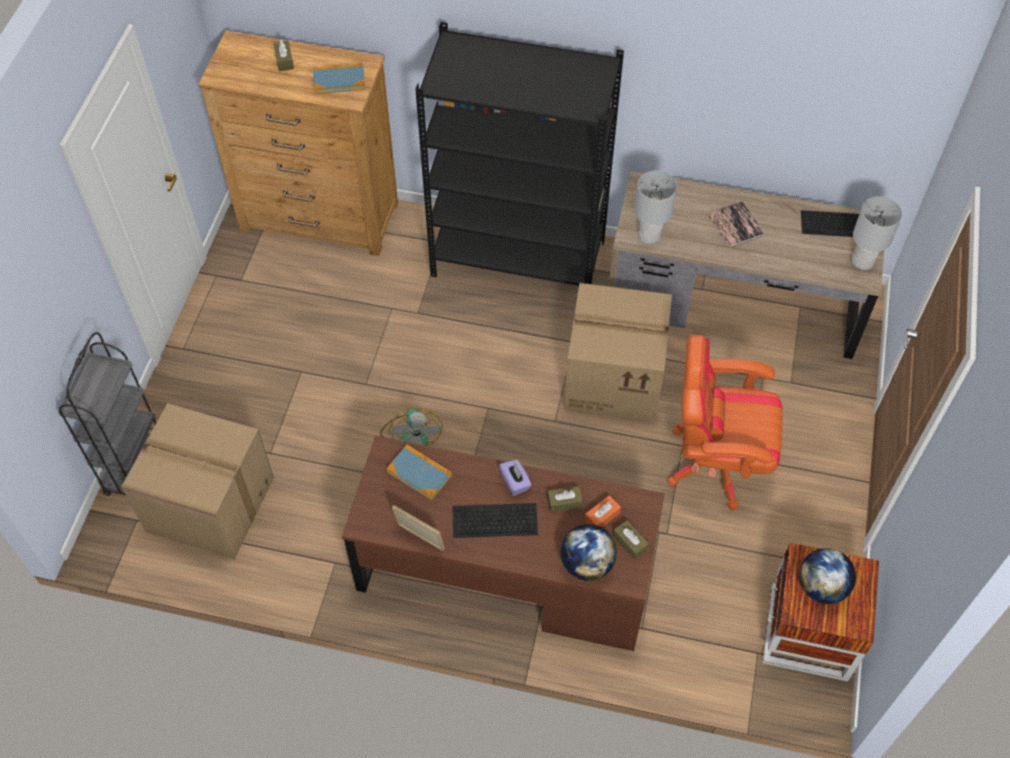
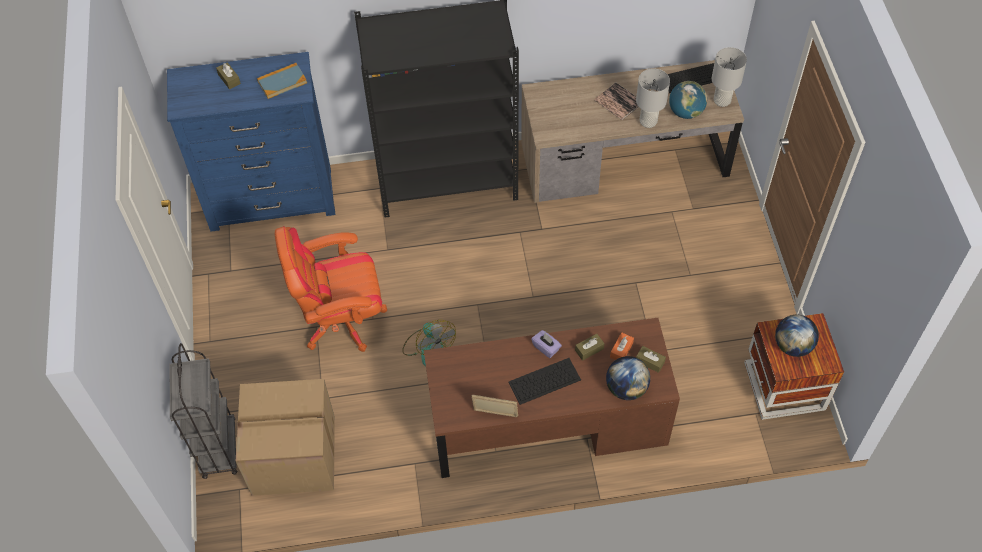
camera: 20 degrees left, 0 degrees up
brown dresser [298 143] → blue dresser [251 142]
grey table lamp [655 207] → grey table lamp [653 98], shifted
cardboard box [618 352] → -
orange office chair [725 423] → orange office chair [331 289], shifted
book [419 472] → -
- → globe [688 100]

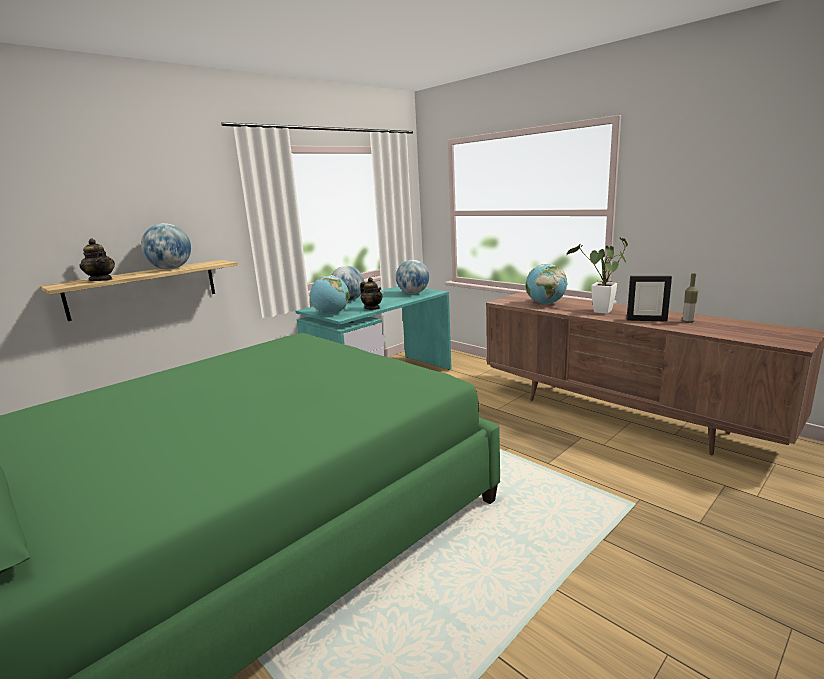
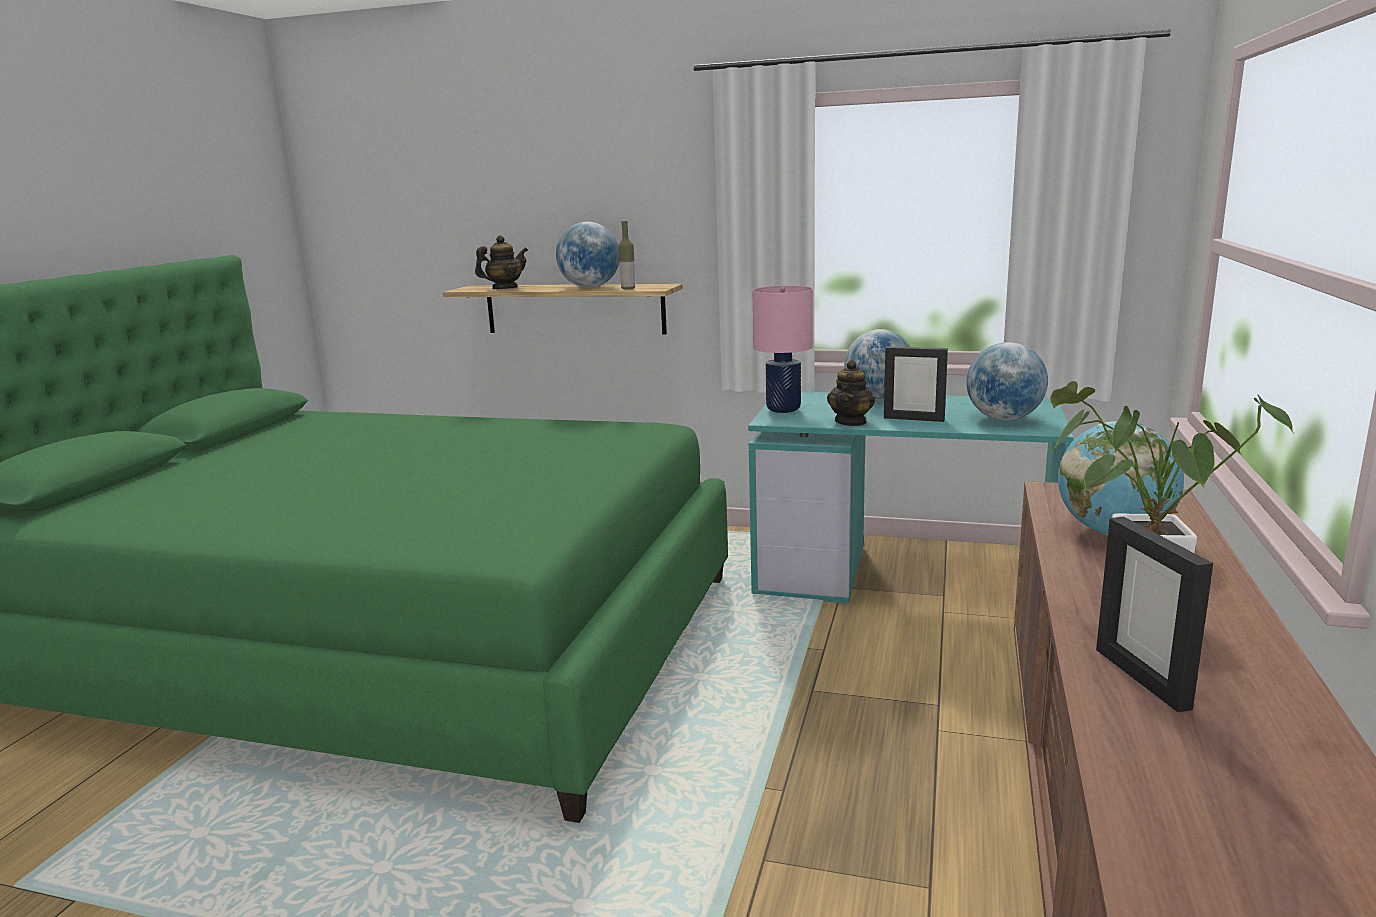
camera: 60 degrees right, 0 degrees up
teapot [97 260] → teapot [501 262], 135 degrees counterclockwise
bottle [690 298] → bottle [626 255], shifted
globe [329 295] → pink table lamp [783 349]
- → picture frame [916 384]

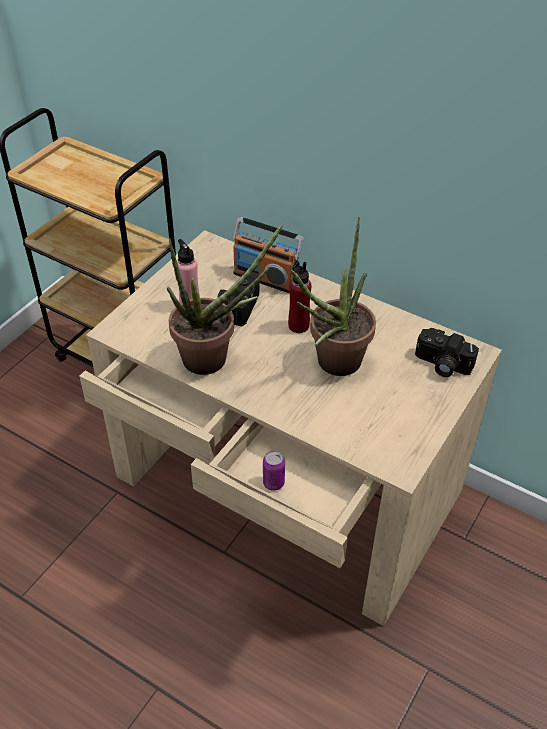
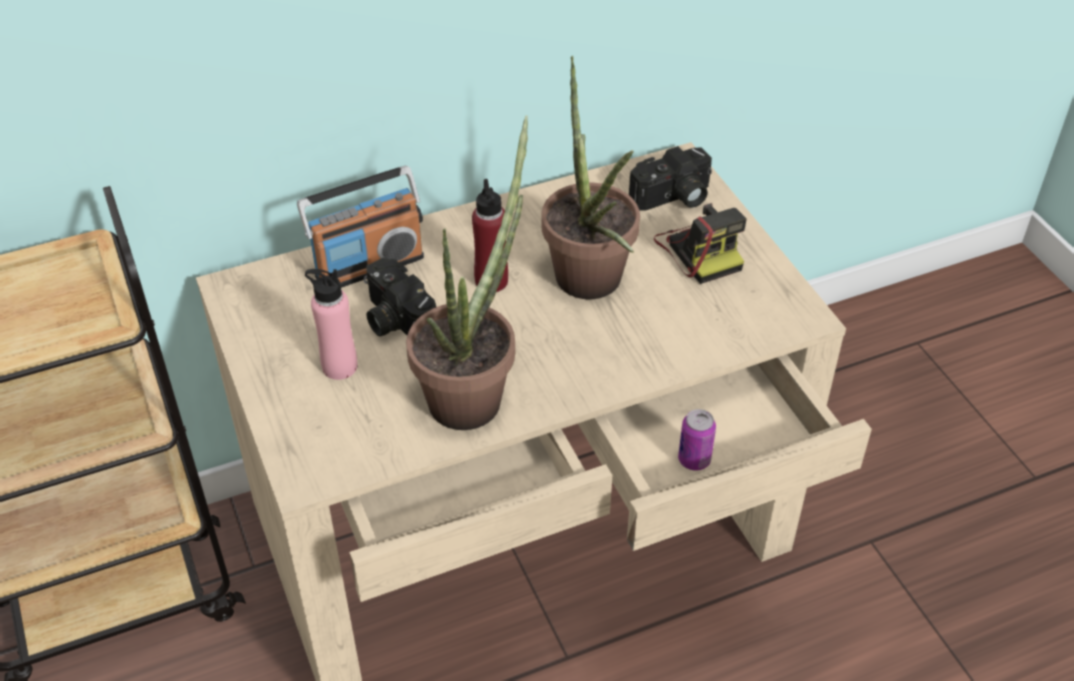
camera: 55 degrees left, 0 degrees up
- → photo camera [700 243]

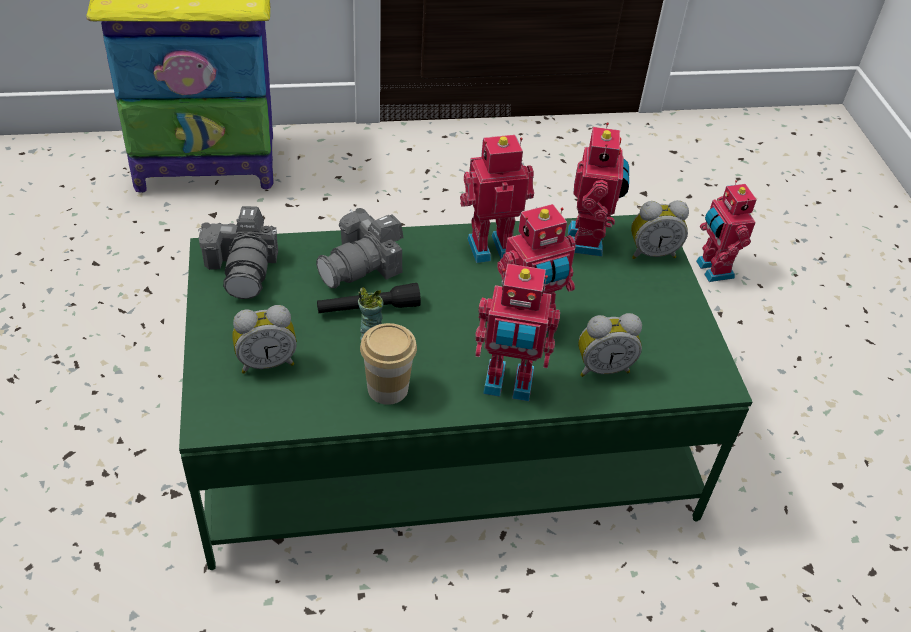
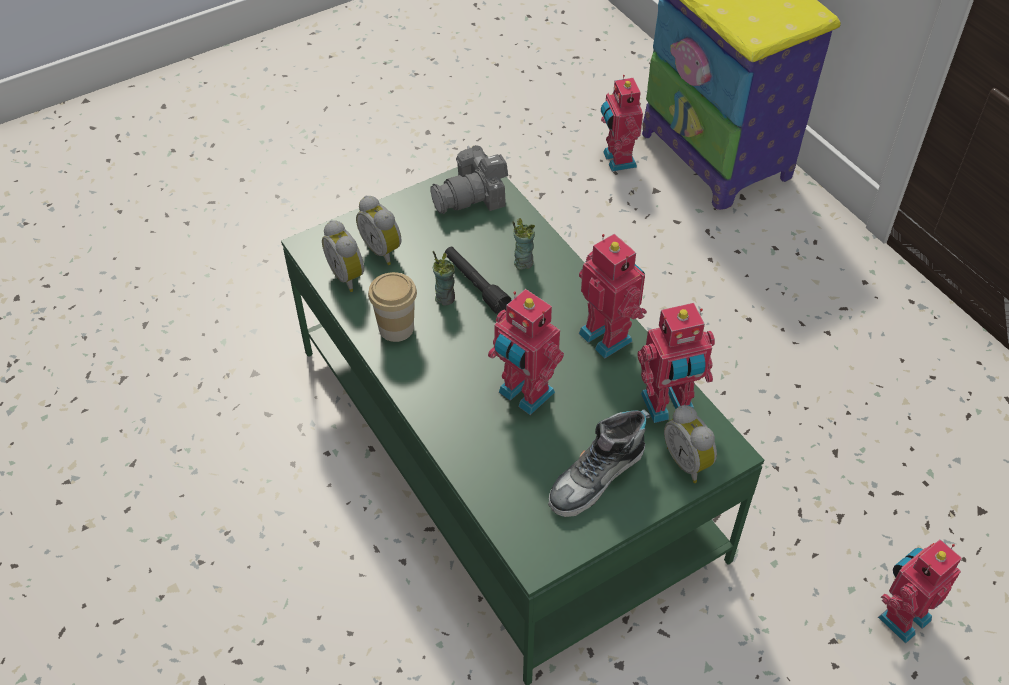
camera: 70 degrees right, 5 degrees up
photo camera [360 248] → cup [523 243]
toy robot [517 332] → toy robot [622 123], shifted
alarm clock [610 345] → alarm clock [343 256], shifted
- → shoe [599 463]

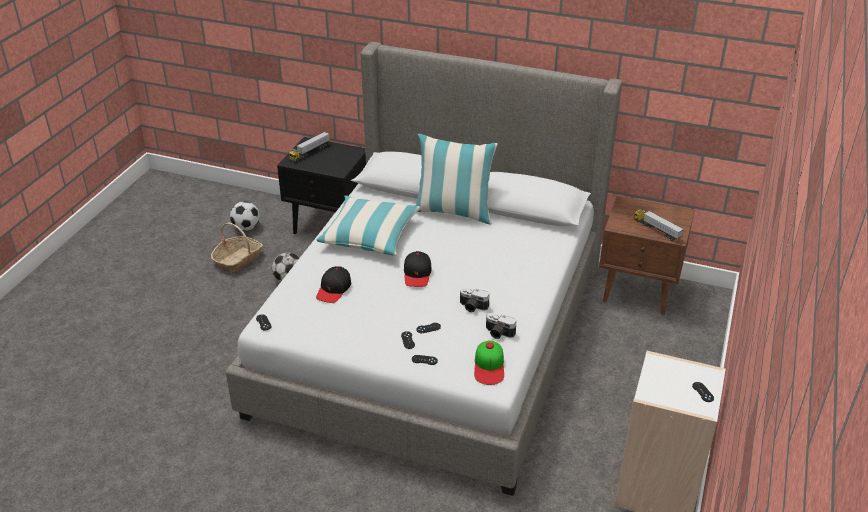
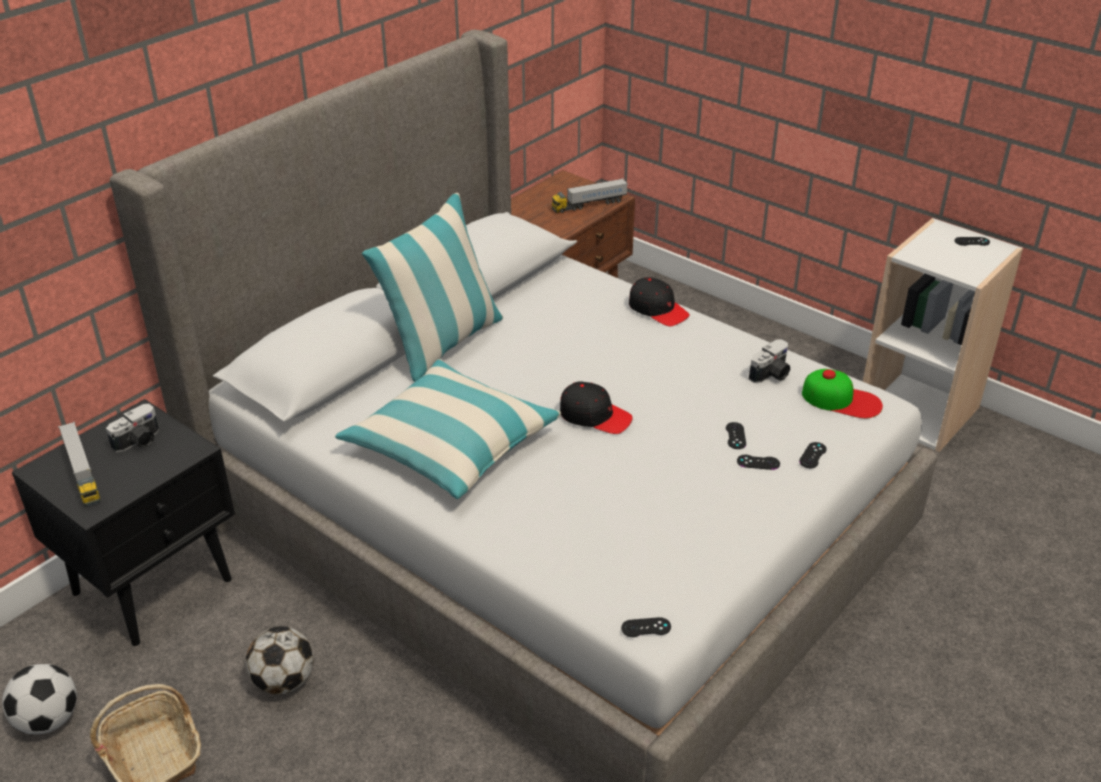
camera: 70 degrees left, 0 degrees up
black cap [333 284] → black cap [659 301], shifted
photo camera [474 300] → photo camera [132 428], shifted

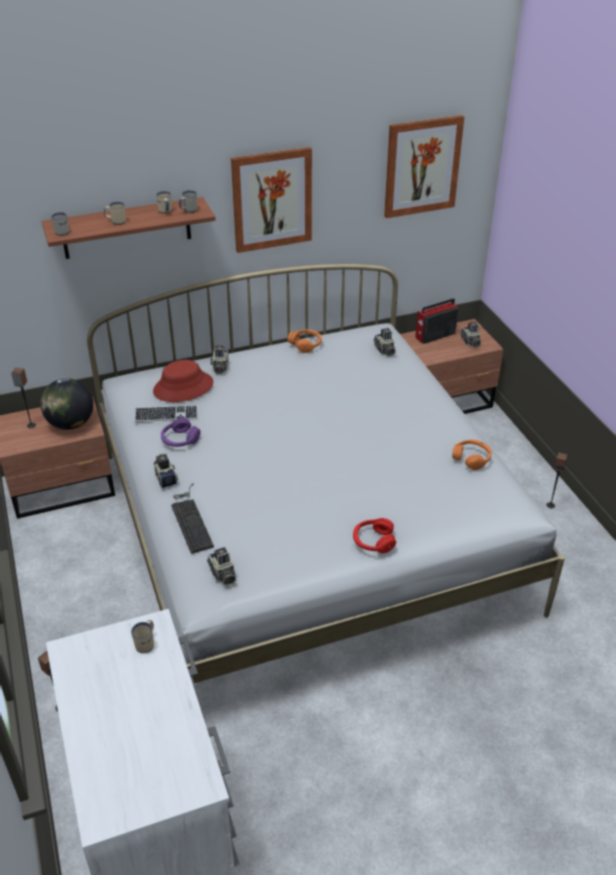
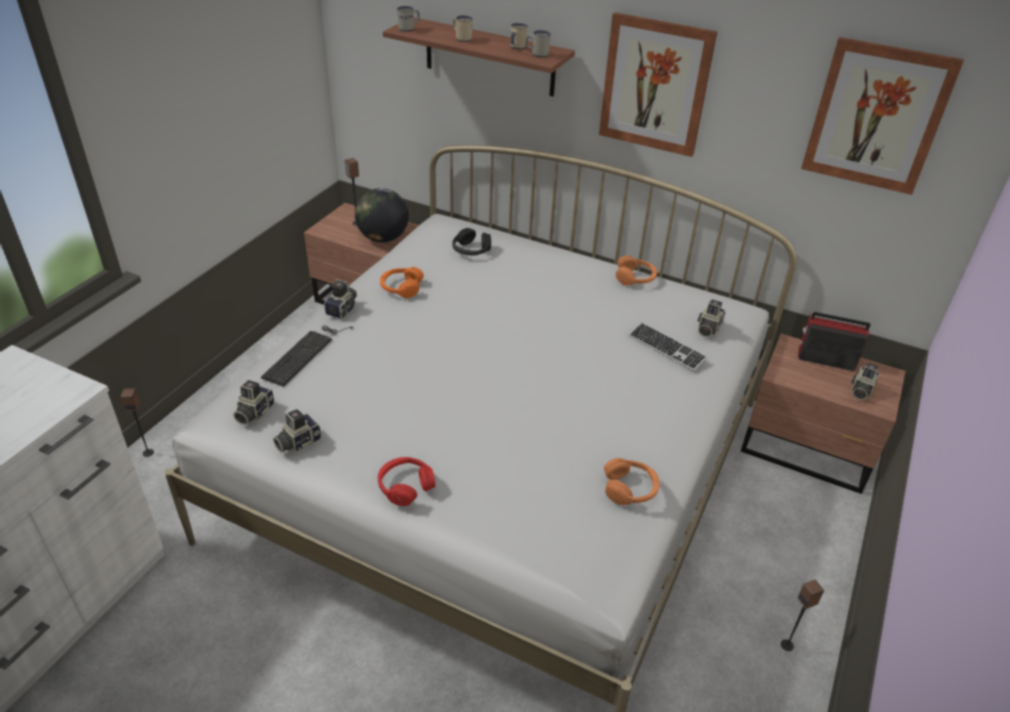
camera: 45 degrees right, 0 degrees up
photo camera [220 360] → photo camera [297 431], shifted
red hat [183 381] → black headphones [471 242]
keyboard [166 413] → keyboard [668 347], shifted
purple headphones [181 432] → orange headphones [402 282]
beige mug [142 636] → -

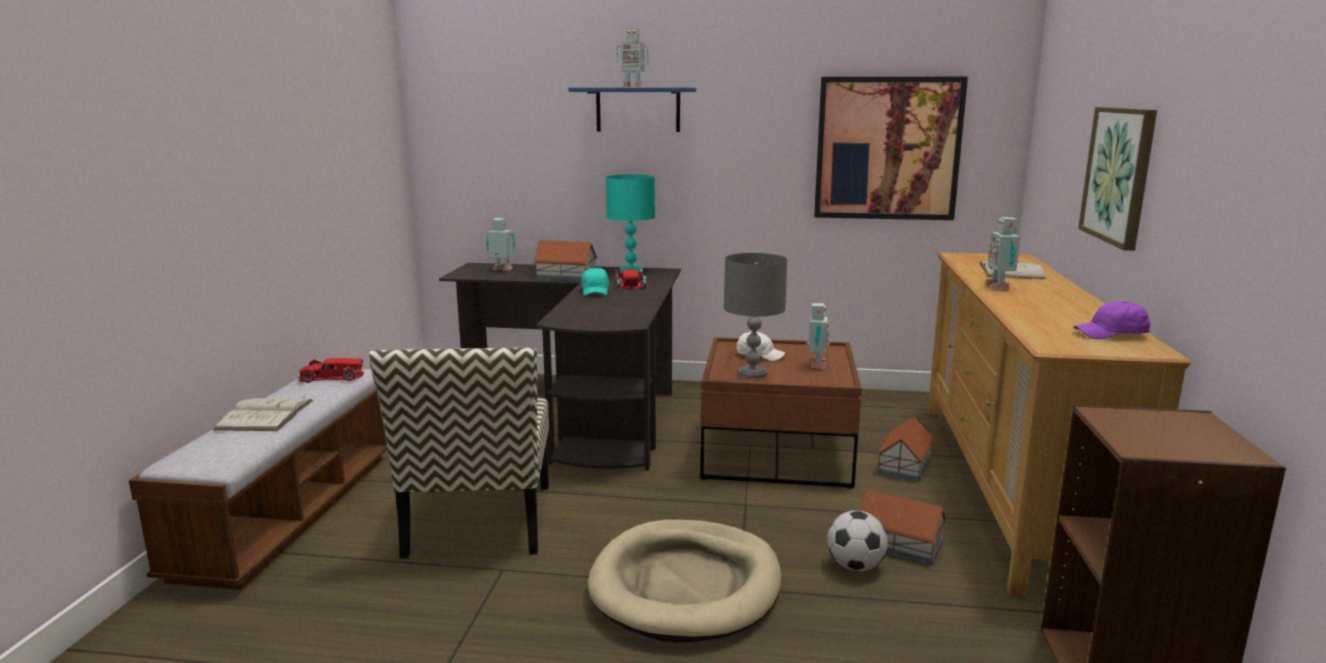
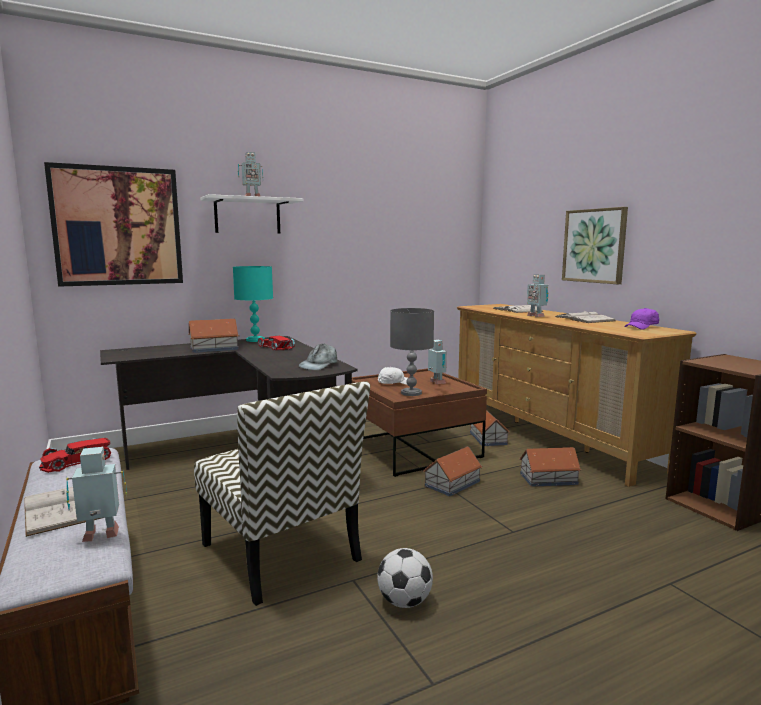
camera: 35 degrees left, 5 degrees down
picture [891 148] → picture [113 224], shifted
blue shelf [632 110] → white shelf [251 213]
toy robot [500 244] → toy robot [96 494], shifted
turquoise cap [595 281] → -
football [857 540] → football [405 578], shifted
beige dog bed [684 581] → -
- → white book [586 317]
- → grey cap [317 357]
- → toy house [452 471]

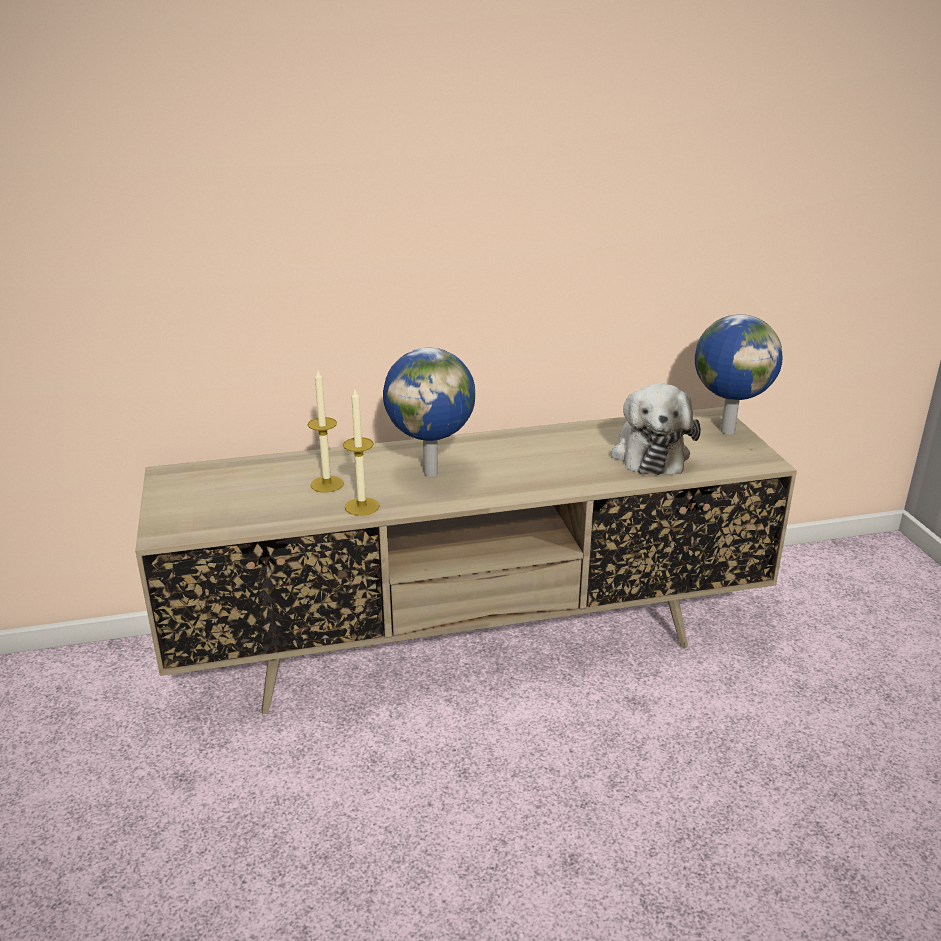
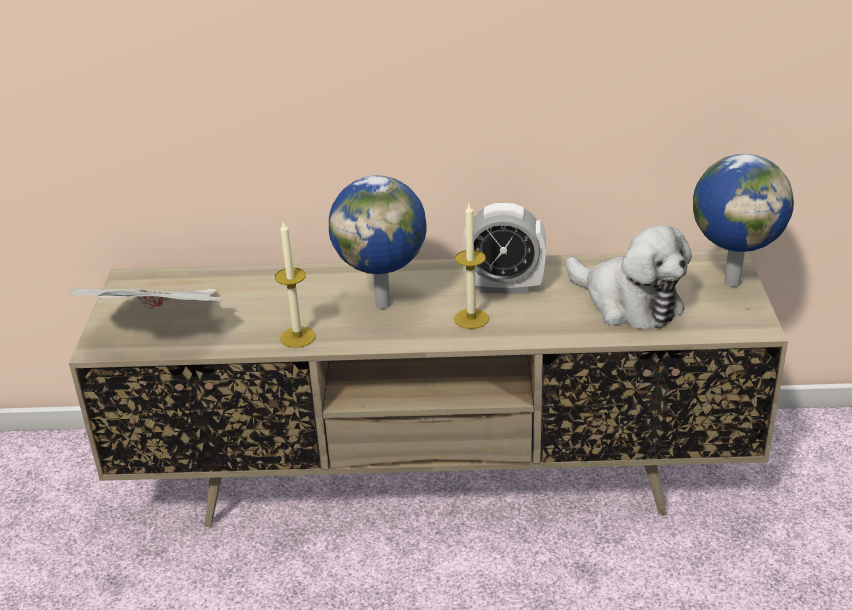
camera: 15 degrees right, 5 degrees up
candle [326 431] → candle [471 266], shifted
plush toy [656 429] → plush toy [629 277], 60 degrees counterclockwise
- → alarm clock [503 248]
- → newspaper [146 298]

